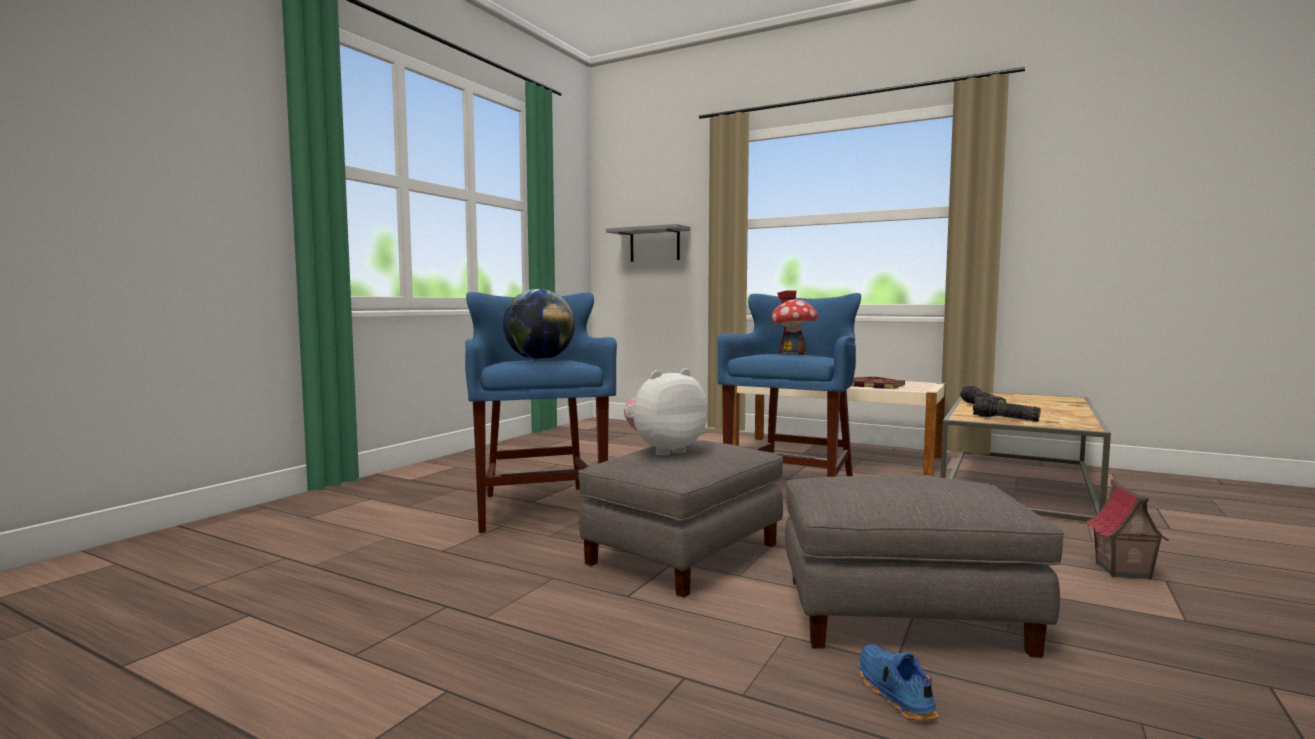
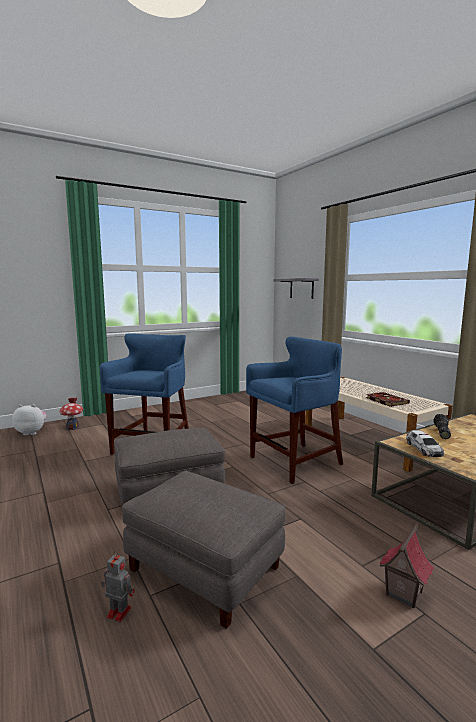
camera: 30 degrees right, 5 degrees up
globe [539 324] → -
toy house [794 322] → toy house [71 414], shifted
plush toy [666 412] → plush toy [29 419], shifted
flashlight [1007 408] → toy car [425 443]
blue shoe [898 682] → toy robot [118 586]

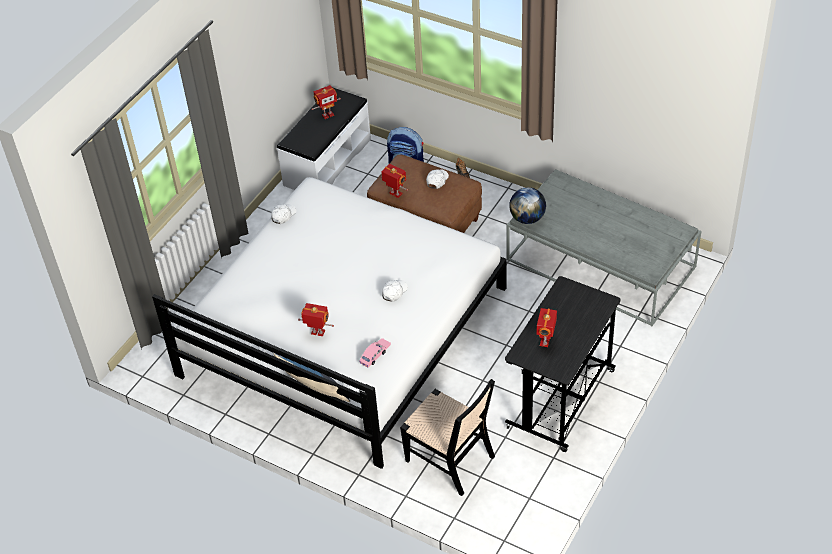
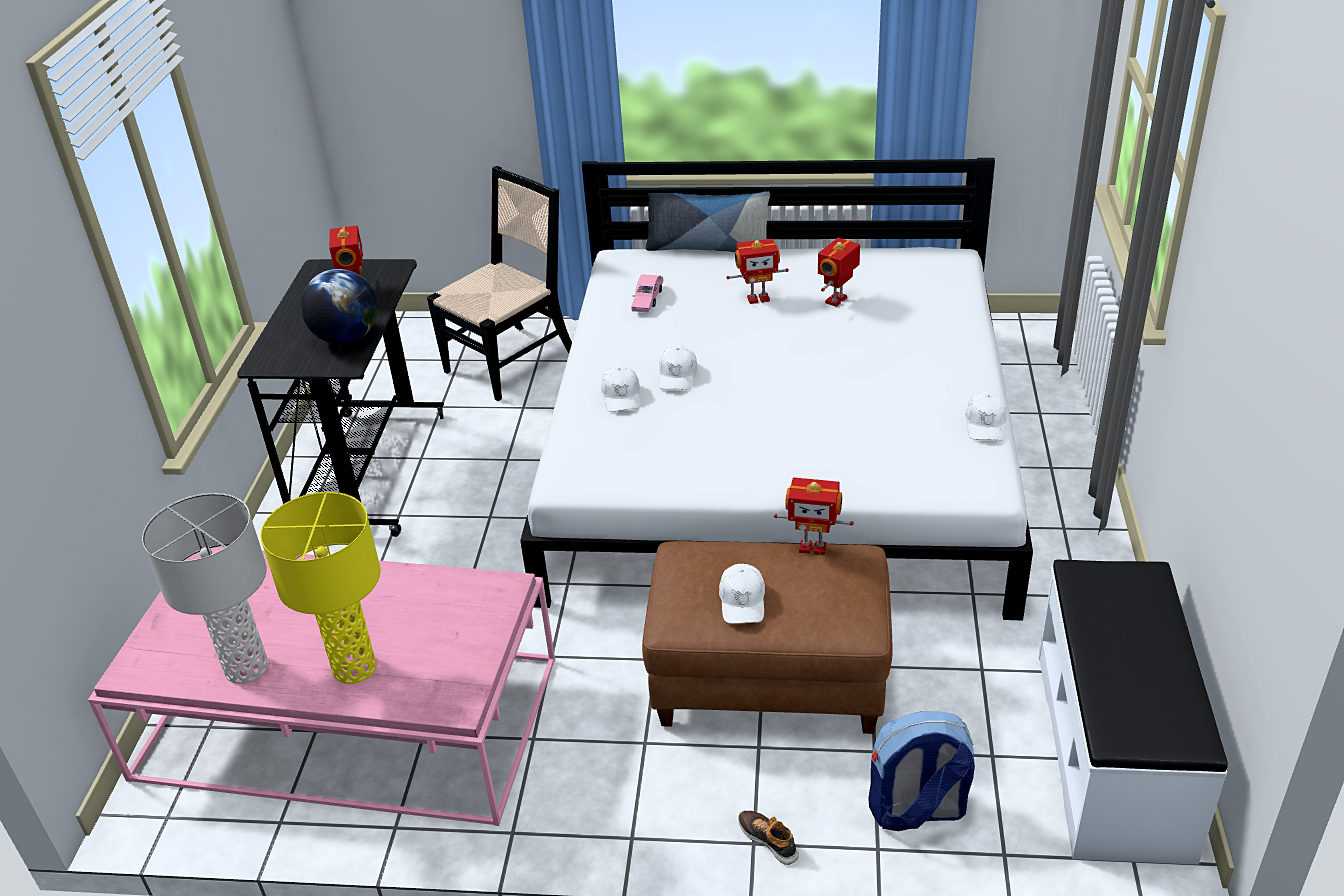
camera: 155 degrees right, 10 degrees down
toy robot [326 102] → toy robot [839 272], shifted
grey coffee table [604 247] → pink coffee table [321 686]
globe [527 205] → globe [339 306], shifted
chair [447 437] → chair [499 283], 120 degrees clockwise
- → white cap [621 389]
- → yellow table lamp [320 588]
- → white table lamp [205 588]

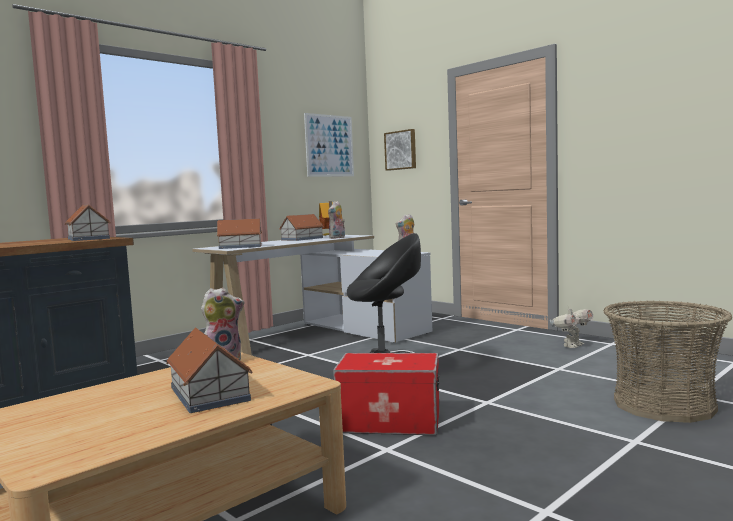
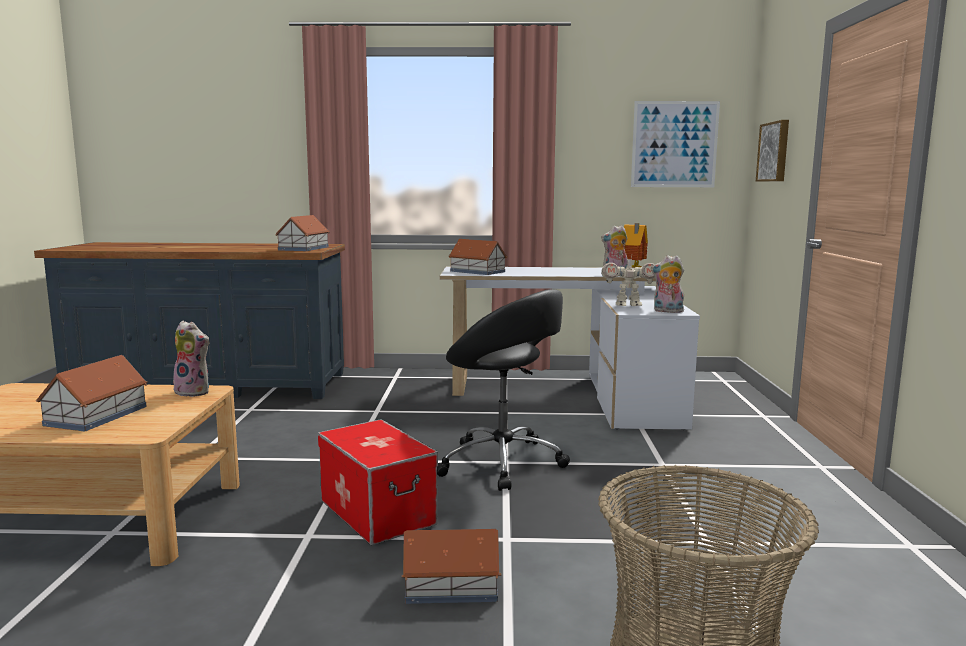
camera: 45 degrees right, 5 degrees up
toy house [301 227] → toy house [451 566], shifted
toy robot [571 327] → toy robot [628 280], shifted

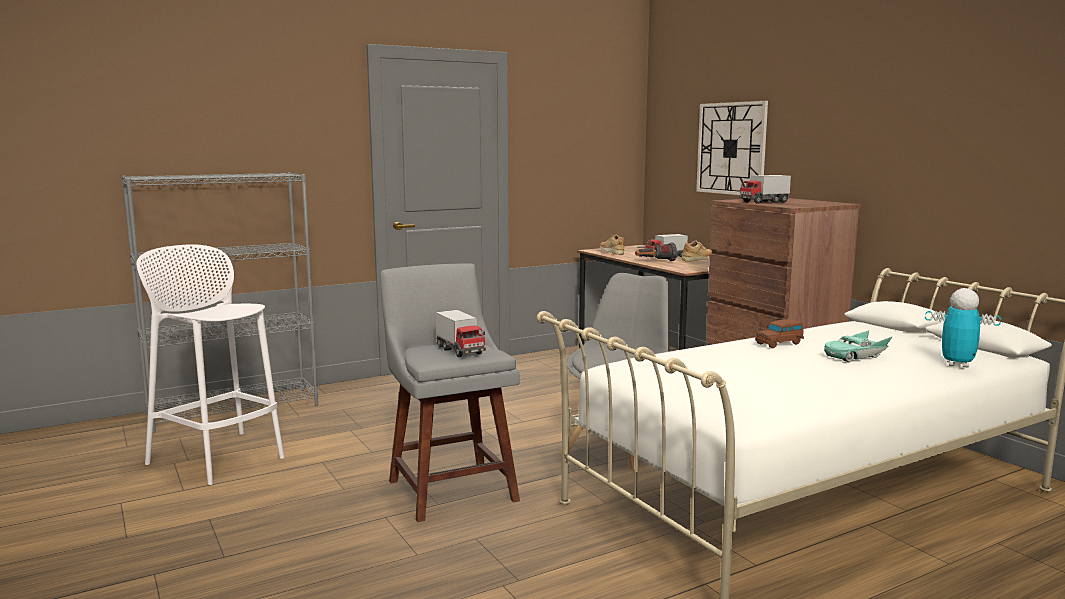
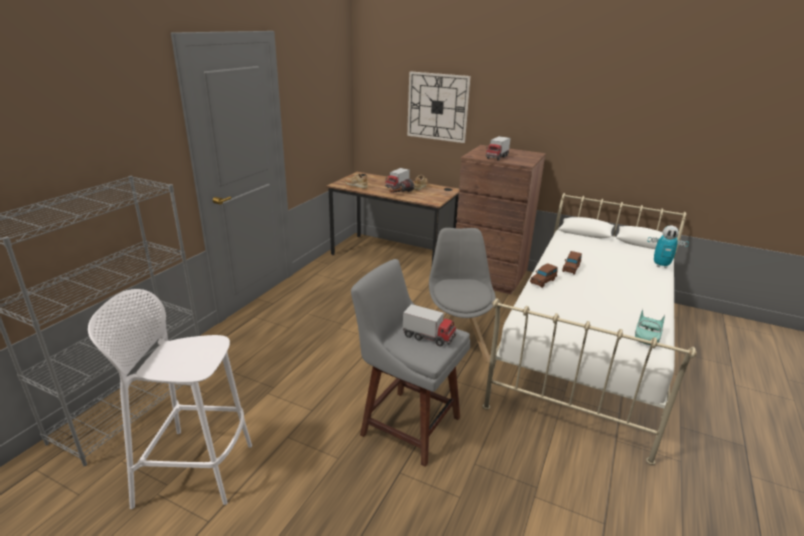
camera: 35 degrees left, 15 degrees up
toy robot [963 327] → toy robot [668 246], 150 degrees counterclockwise
turquoise toy car [858 346] → turquoise toy car [650 327], shifted
- → brown toy car [543 275]

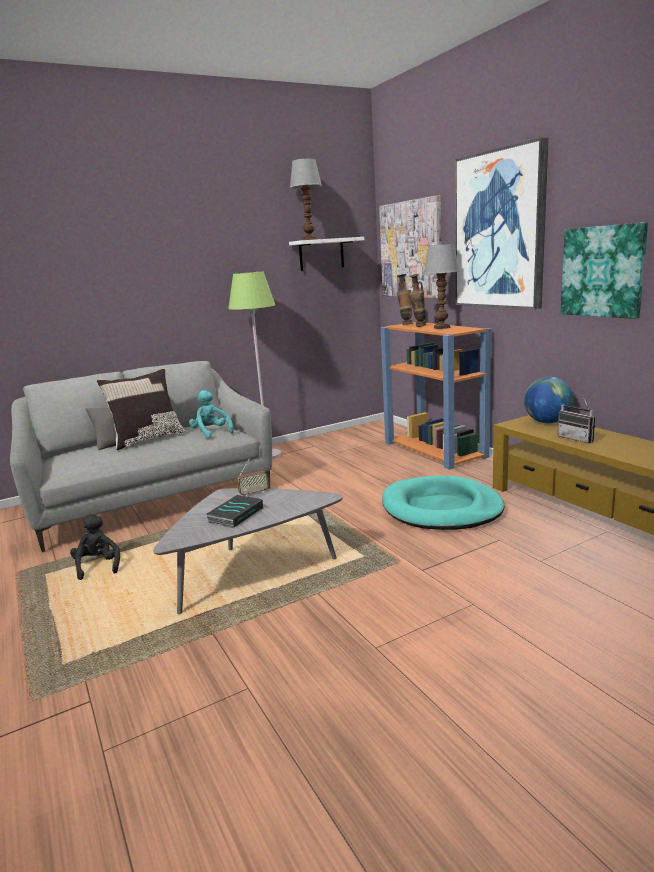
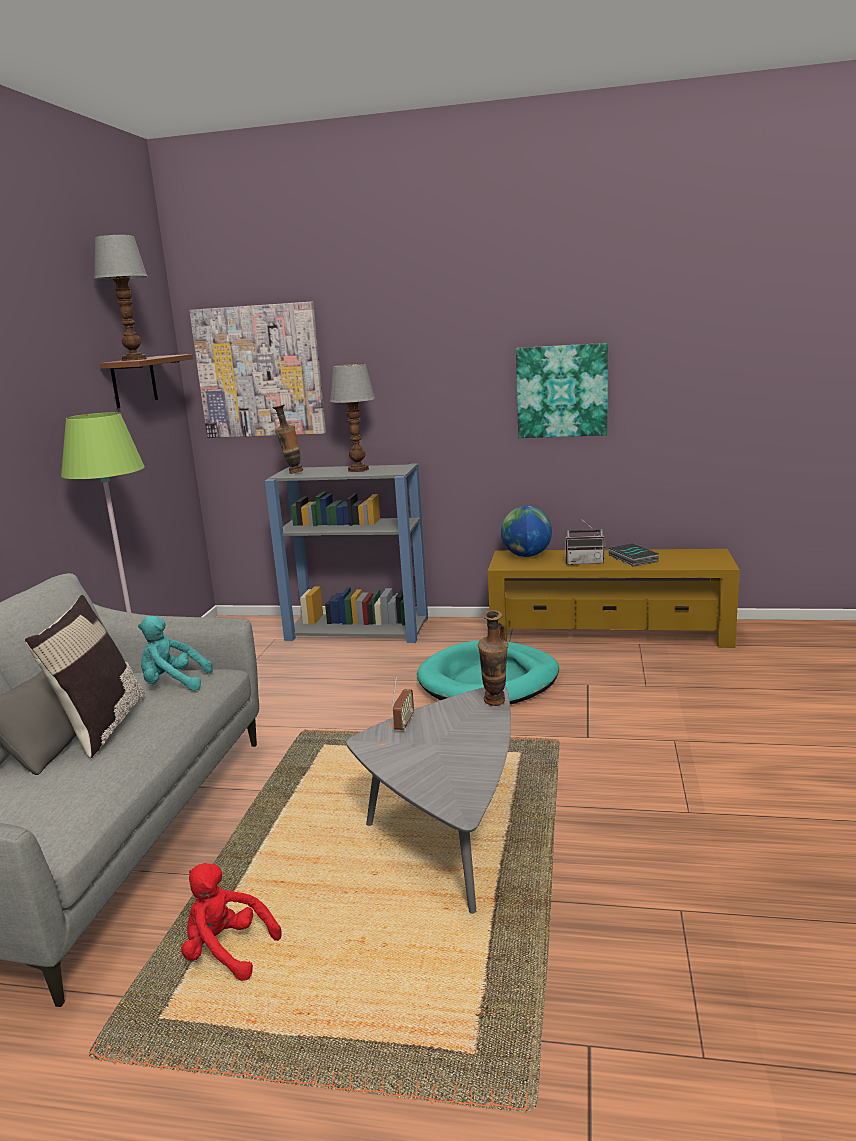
camera: 50 degrees left, 0 degrees up
picture [502 223] → -
white shelf [326 254] → brown shelf [146 381]
vase [418 300] → vase [493 658], shifted
orange bookcase [436 396] → grey bookcase [346 553]
book [235 511] → book [634 555], shifted
black plush toy [95 547] → red plush toy [231 922]

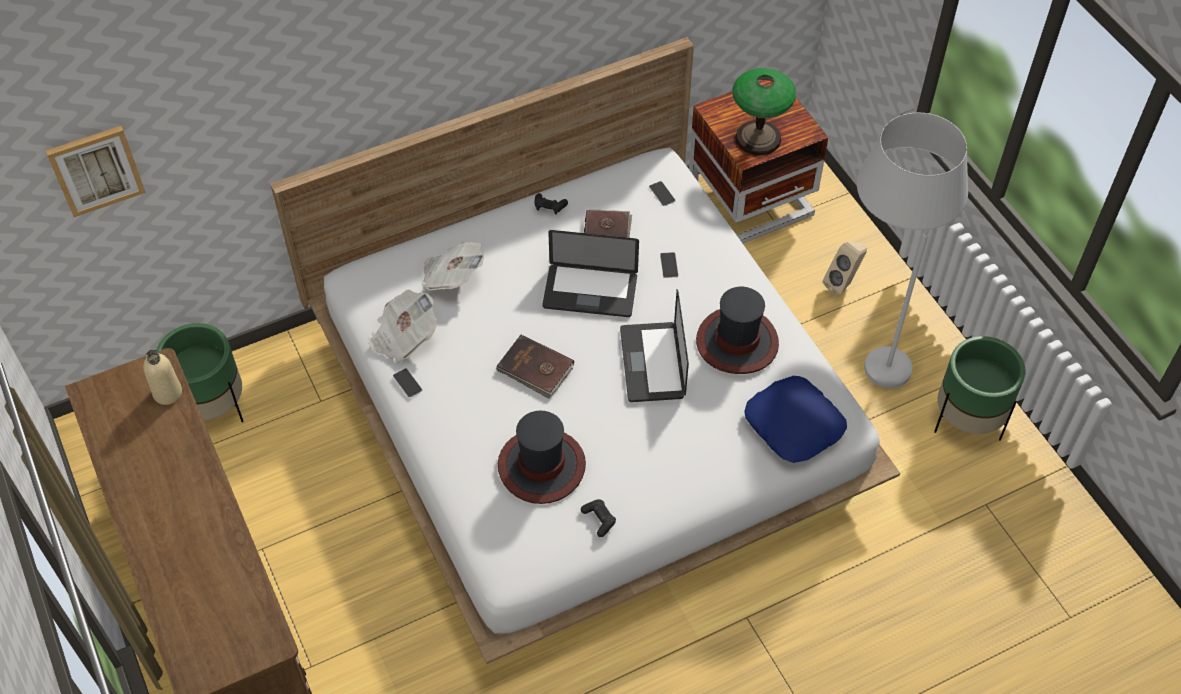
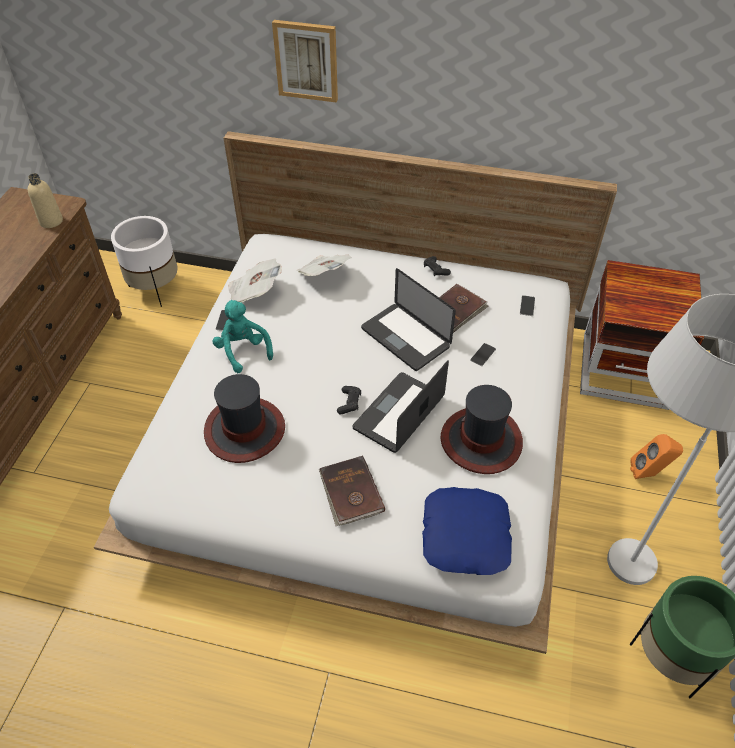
camera: 40 degrees right, 5 degrees down
table lamp [764 112] → -
picture [96 171] → picture [305 61], shifted
beige speaker [845 269] → orange speaker [656 456]
green planter [200 372] → white planter [144 261]
brown book [535 366] → brown book [352 490], shifted
black game controller [598 518] → black game controller [349 400], shifted
- → turquoise plush toy [242 336]

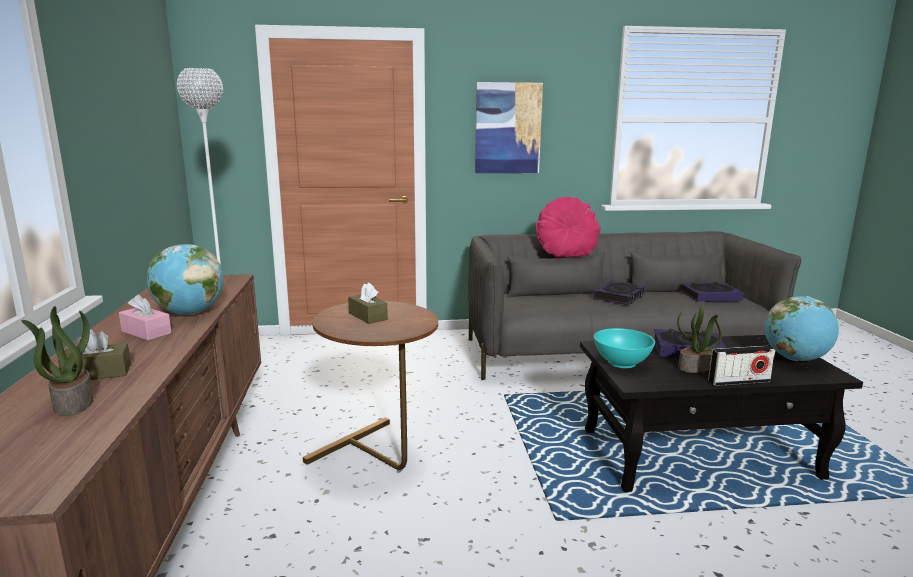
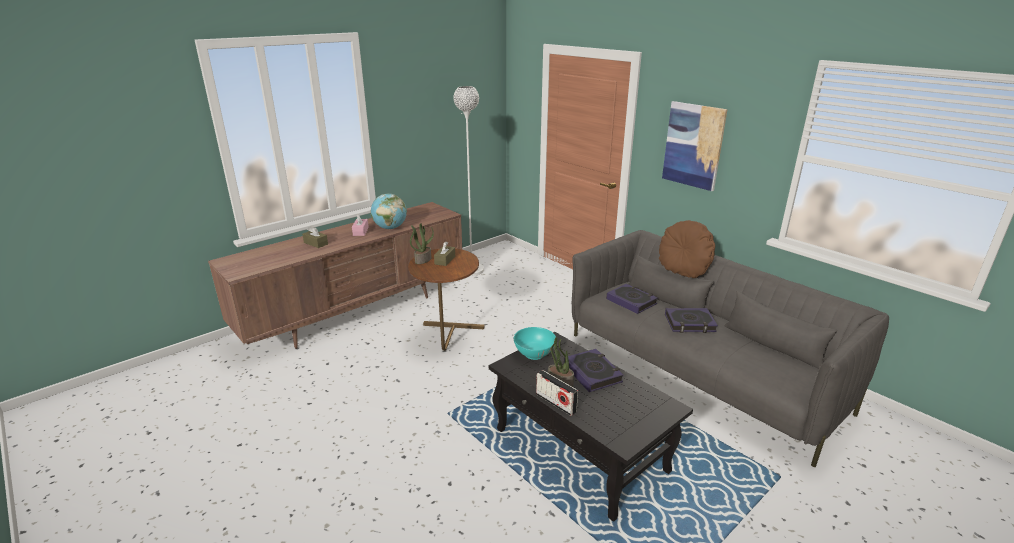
camera: 55 degrees right, 10 degrees up
pink pillow [568 227] → brown pillow [687 249]
book [712 292] → book [632 299], shifted
globe [802 328] → -
potted plant [57 361] → potted plant [422 243], shifted

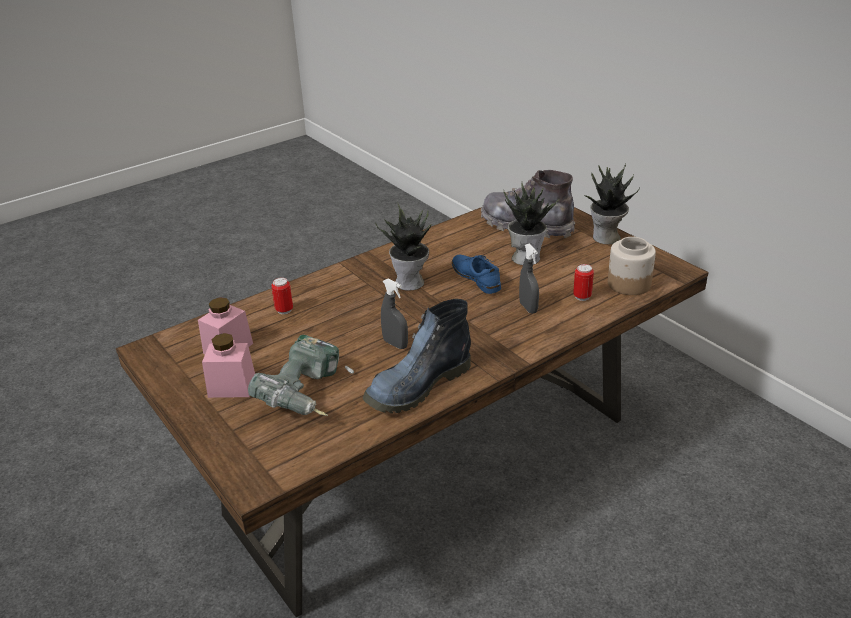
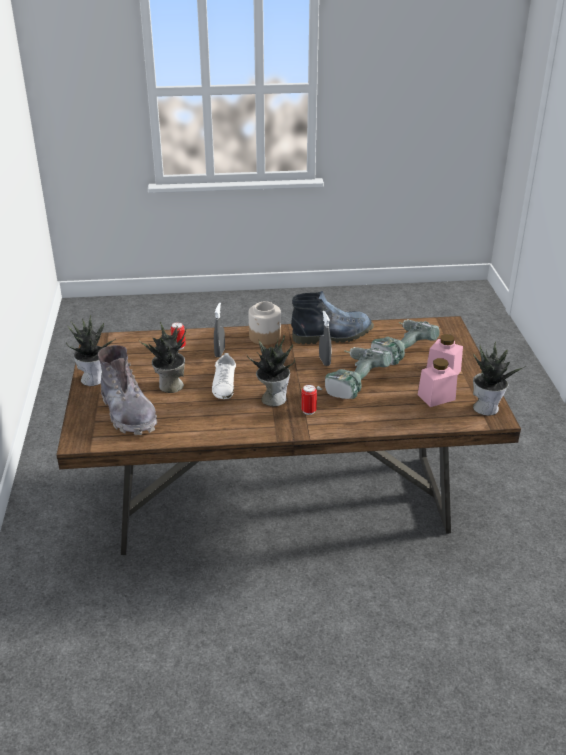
camera: 150 degrees left, 0 degrees up
jar [632 266] → jar [264 323], shifted
blue shoe [476 274] → white shoe [224 376]
can [282 295] → can [309 399], shifted
- → potted plant [498 378]
- → power drill [354 373]

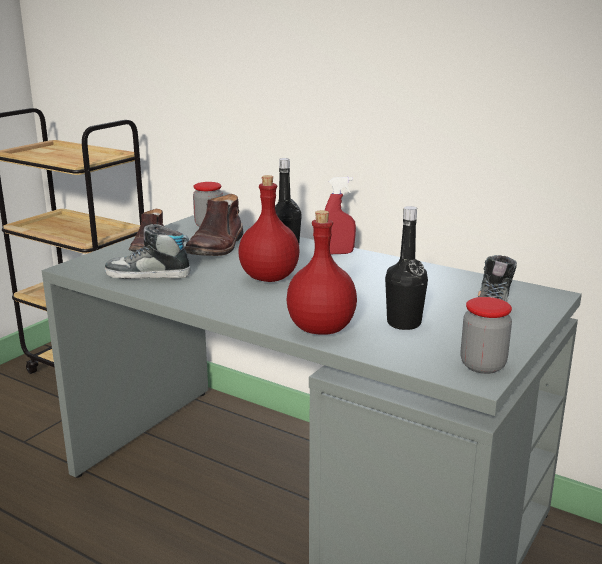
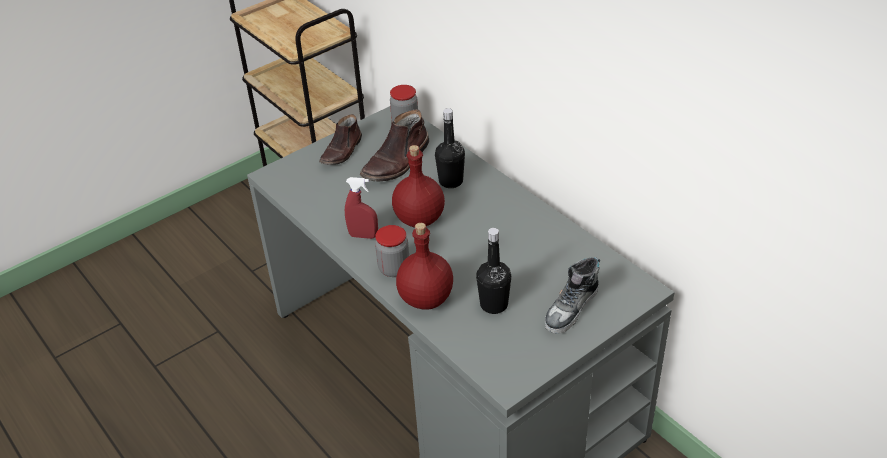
camera: 20 degrees right, 20 degrees up
red spray bottle [340 215] → red spray bottle [361 208], shifted
shoe [147 251] → -
jar [486 335] → jar [392 251], shifted

